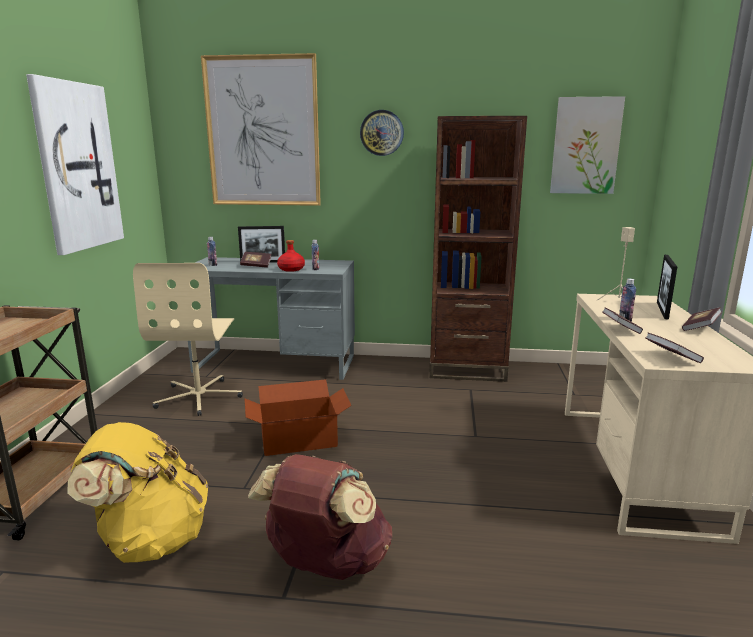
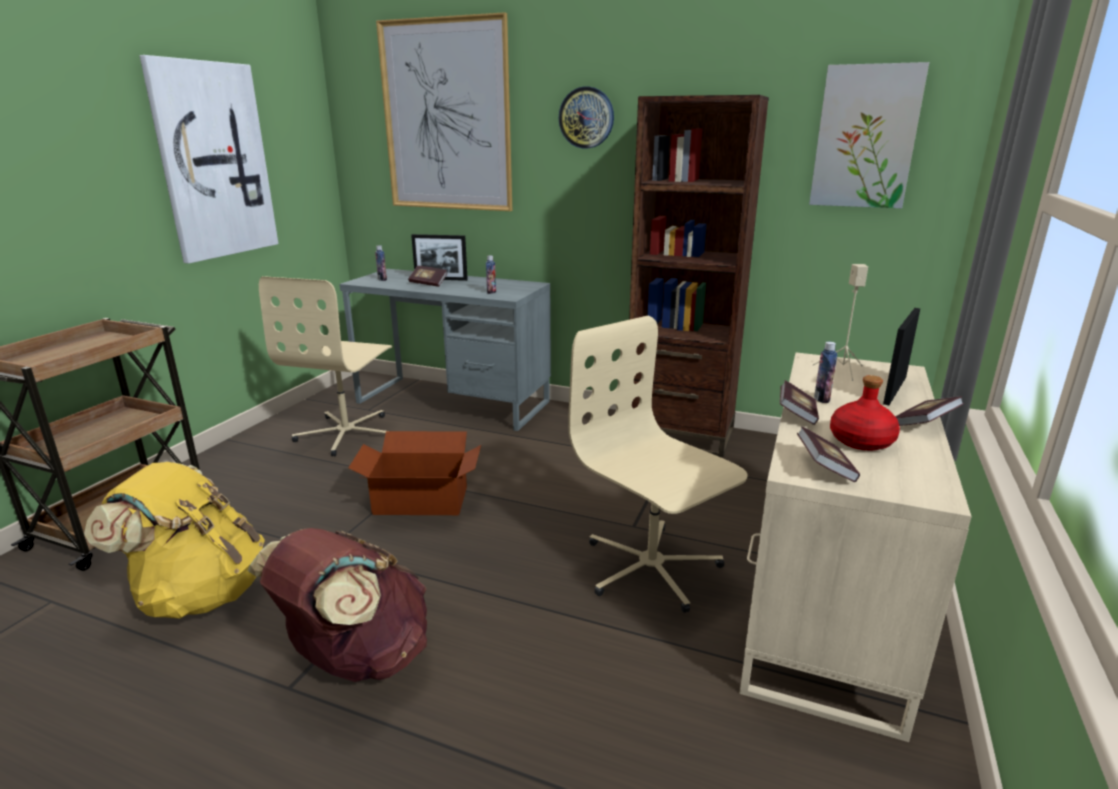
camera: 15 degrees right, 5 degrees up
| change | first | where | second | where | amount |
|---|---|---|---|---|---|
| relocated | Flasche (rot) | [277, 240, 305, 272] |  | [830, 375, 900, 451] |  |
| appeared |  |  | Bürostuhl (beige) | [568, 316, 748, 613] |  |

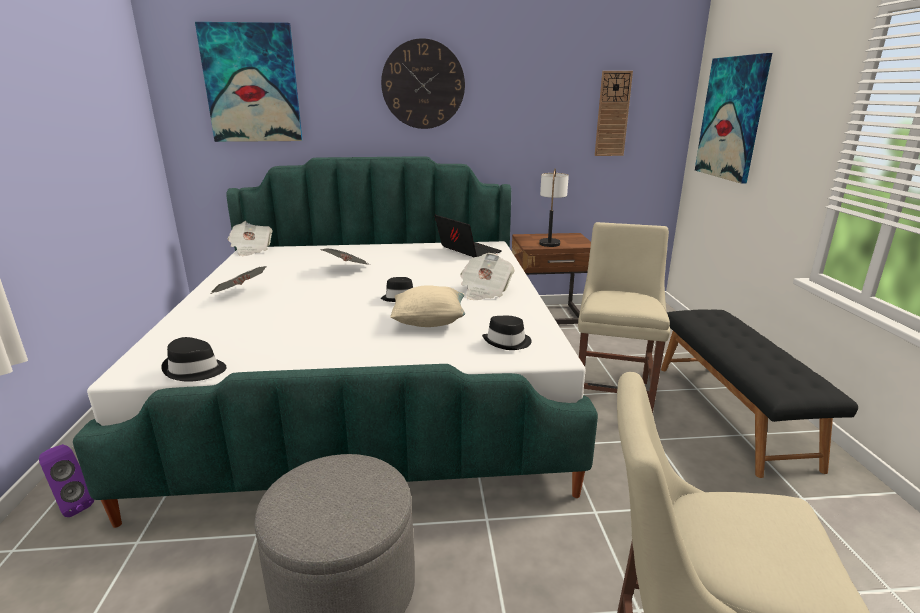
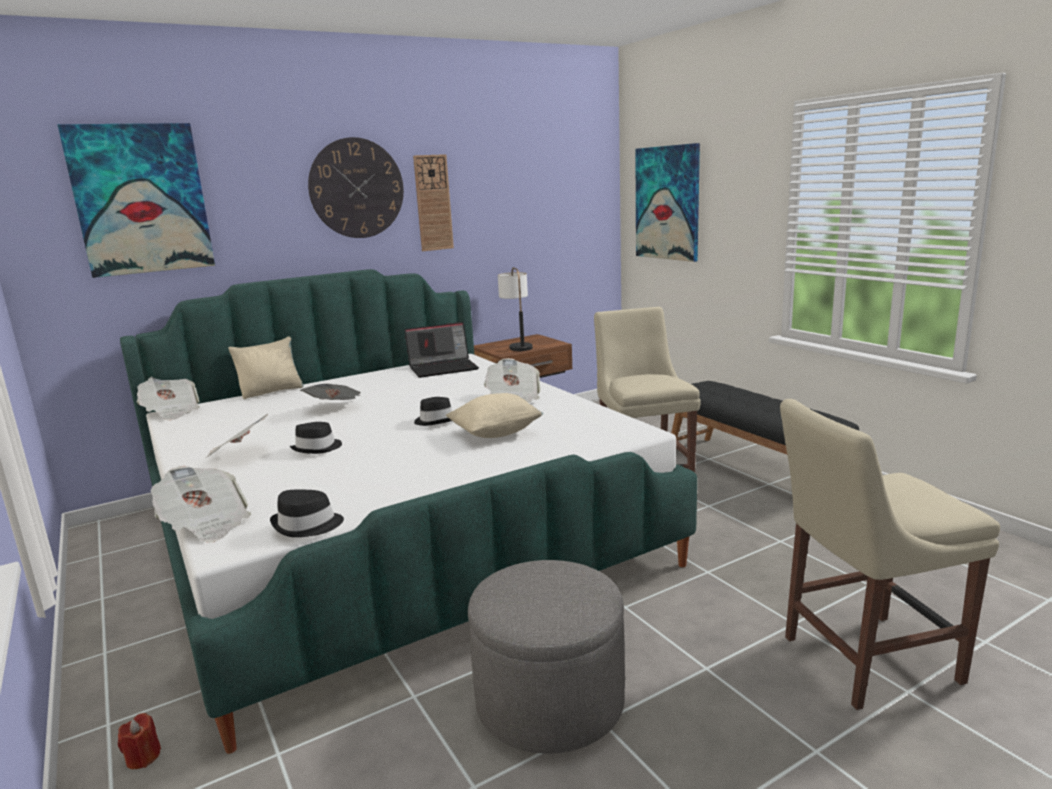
camera: 25 degrees left, 5 degrees down
| change | first | where | second | where | amount |
|---|---|---|---|---|---|
| exchanged | Lautsprecher (lila) | [39, 444, 94, 517] | Kerze (rot) | [118, 713, 161, 769] |  |
| spun | Laptop | [435, 215, 502, 257] |  | [404, 322, 479, 378] | 135 degrees clockwise |
| relocated | Hut (schwarz) | [482, 316, 532, 350] |  | [290, 422, 342, 454] |  |
| relocated | Wanduhr | [595, 71, 633, 156] |  | [413, 154, 454, 251] |  |
| appeared |  |  | Zeitung | [151, 466, 251, 542] |  |
| appeared |  |  | Kissen (beige) | [228, 336, 304, 399] |  |

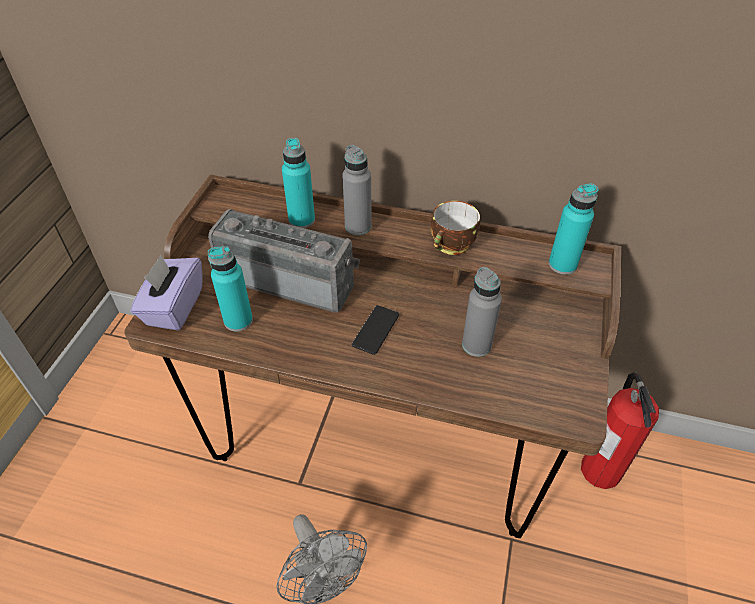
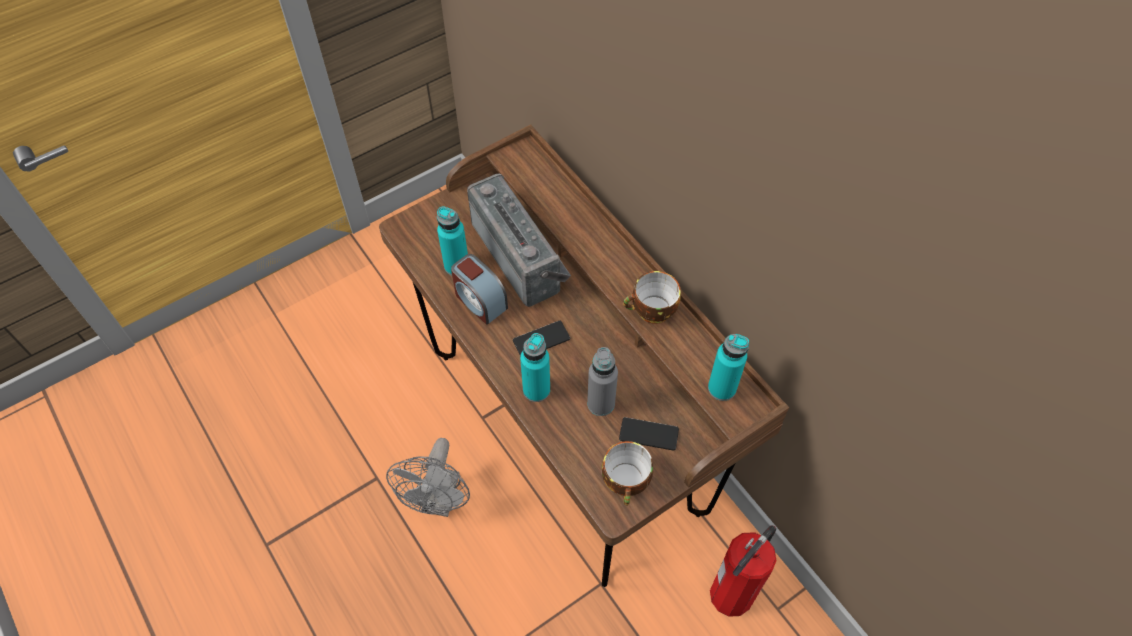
camera: 40 degrees right, 10 degrees up
| change | first | where | second | where | amount |
|---|---|---|---|---|---|
| missing | Taschentuchbox (lila) | [130, 255, 203, 331] |  |  |  |
| relocated | Flasche (türkis) | [282, 138, 315, 228] |  | [520, 333, 550, 402] |  |
| missing | Flasche (grau) | [342, 145, 372, 235] |  |  |  |
| appeared |  |  | Wecker | [451, 254, 508, 325] |  |
| appeared |  |  | Tasse | [602, 441, 653, 506] |  |
| appeared |  |  | Handy | [619, 417, 679, 451] |  |

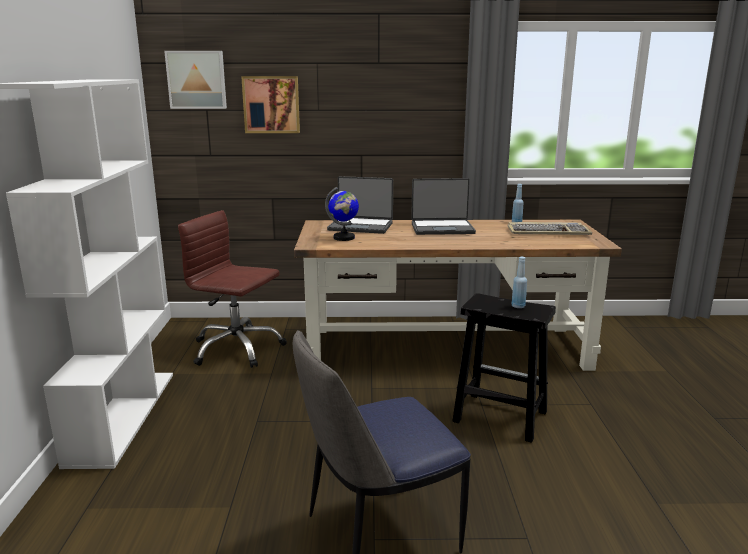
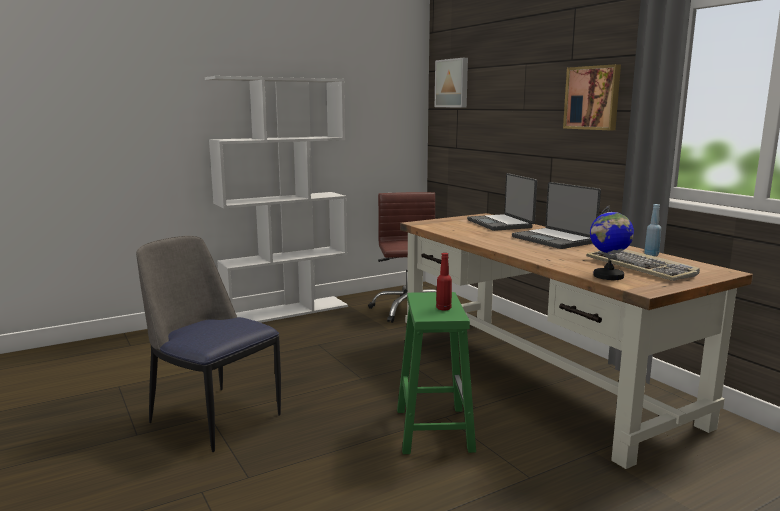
camera: 60 degrees right, 5 degrees down
| change | first | where | second | where | amount |
|---|---|---|---|---|---|
| relocated | Bild | [241, 76, 300, 133] |  | [563, 64, 621, 130] |  |
| relocated | Globus | [325, 187, 359, 241] |  | [590, 205, 634, 280] |  |
| colour | Hocker (schwarz) | [452, 293, 556, 443] | Hocker (grün) | [397, 292, 476, 454] |  |
| colour | Flasche (blau) | [512, 257, 527, 308] | Flasche (rot) | [436, 253, 452, 311] |  |

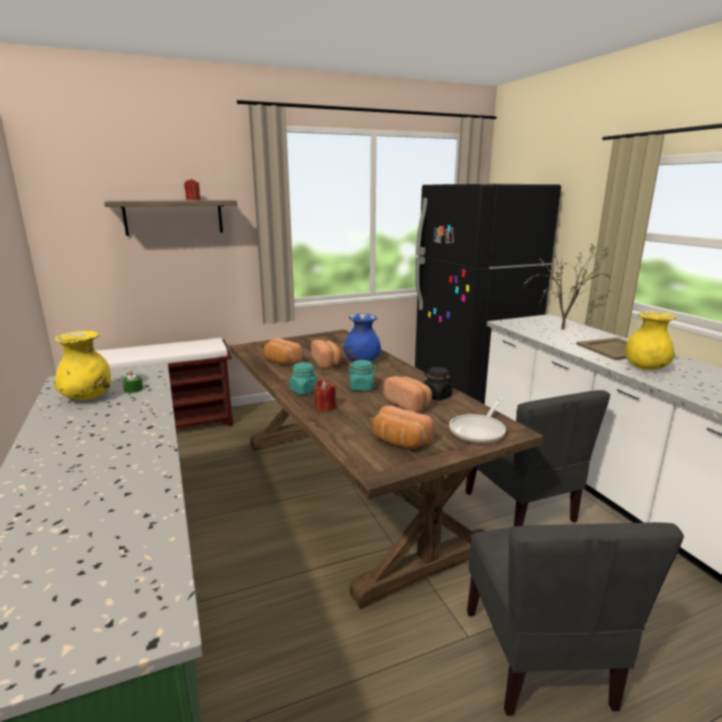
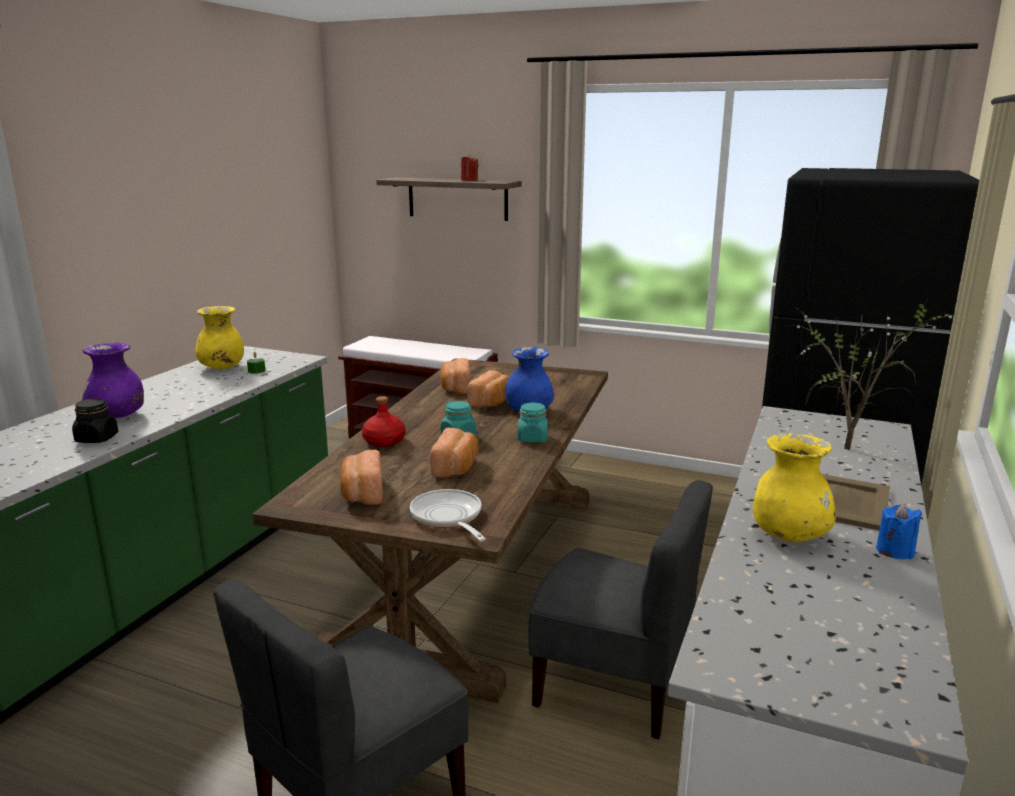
camera: 45 degrees right, 0 degrees up
| change | first | where | second | where | amount |
|---|---|---|---|---|---|
| relocated | Vorratsglas (türkis) | [289, 362, 318, 395] |  | [518, 403, 548, 443] |  |
| exchanged | Kerze (rot) | [314, 380, 336, 412] | Flasche (rot) | [362, 396, 405, 447] |  |
| relocated | Vorratsglas (schwarz) | [424, 367, 452, 400] |  | [72, 398, 118, 443] |  |
| spun | Pfanne | [449, 398, 506, 444] |  | [410, 489, 486, 541] | 75 degrees clockwise |
| spun | Stuhl (grau) | [465, 390, 610, 526] |  | [528, 480, 713, 739] | 90 degrees counterclockwise |
| appeared |  |  | Vase (lila) | [82, 342, 144, 418] |  |
| appeared |  |  | Kerze (blau) | [876, 504, 922, 559] |  |

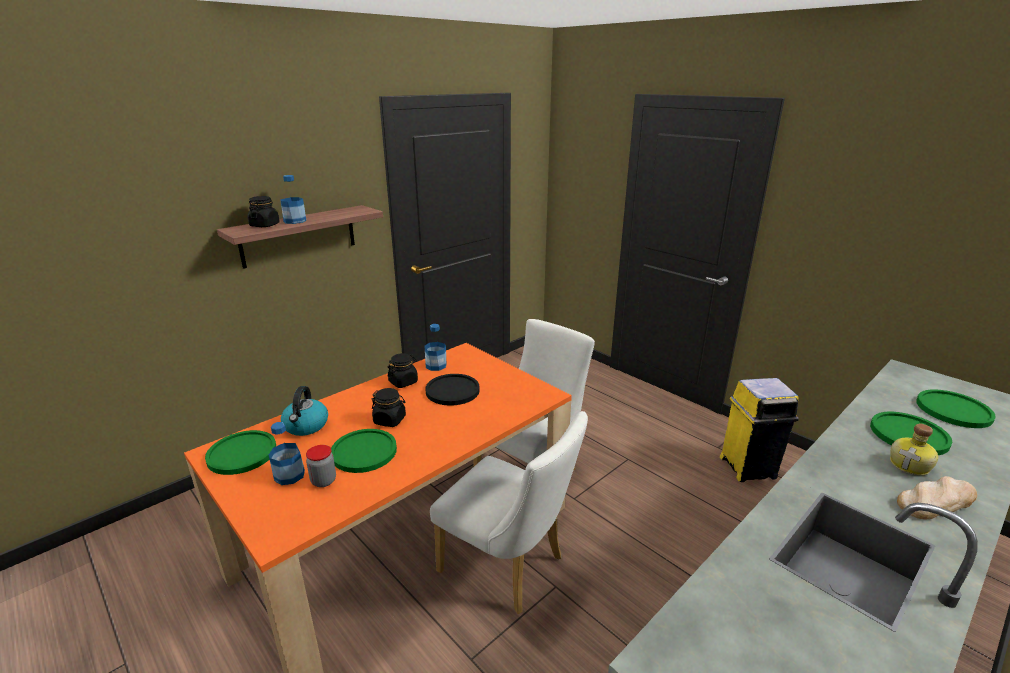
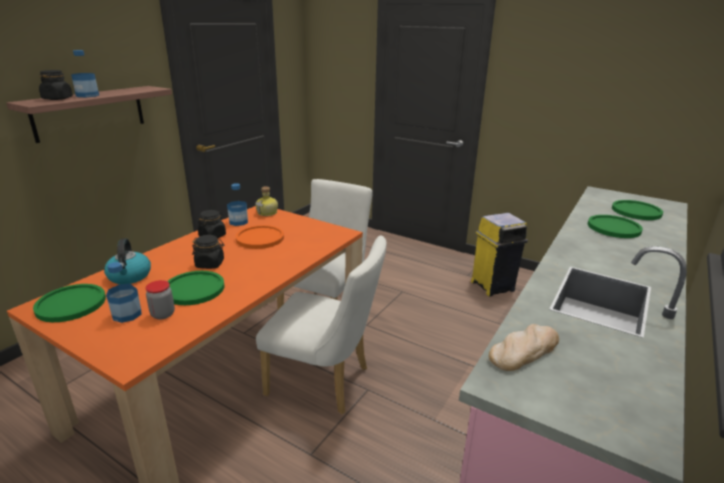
camera: 15 degrees left, 0 degrees up
| change | first | where | second | where | amount |
|---|---|---|---|---|---|
| colour | Teller (schwarz) | [425, 374, 480, 406] | Teller (orange) | [235, 225, 284, 249] |  |
| relocated | Flasche | [890, 424, 938, 475] |  | [255, 186, 278, 216] |  |
| relocated | Brot | [897, 476, 977, 519] |  | [489, 324, 559, 371] |  |

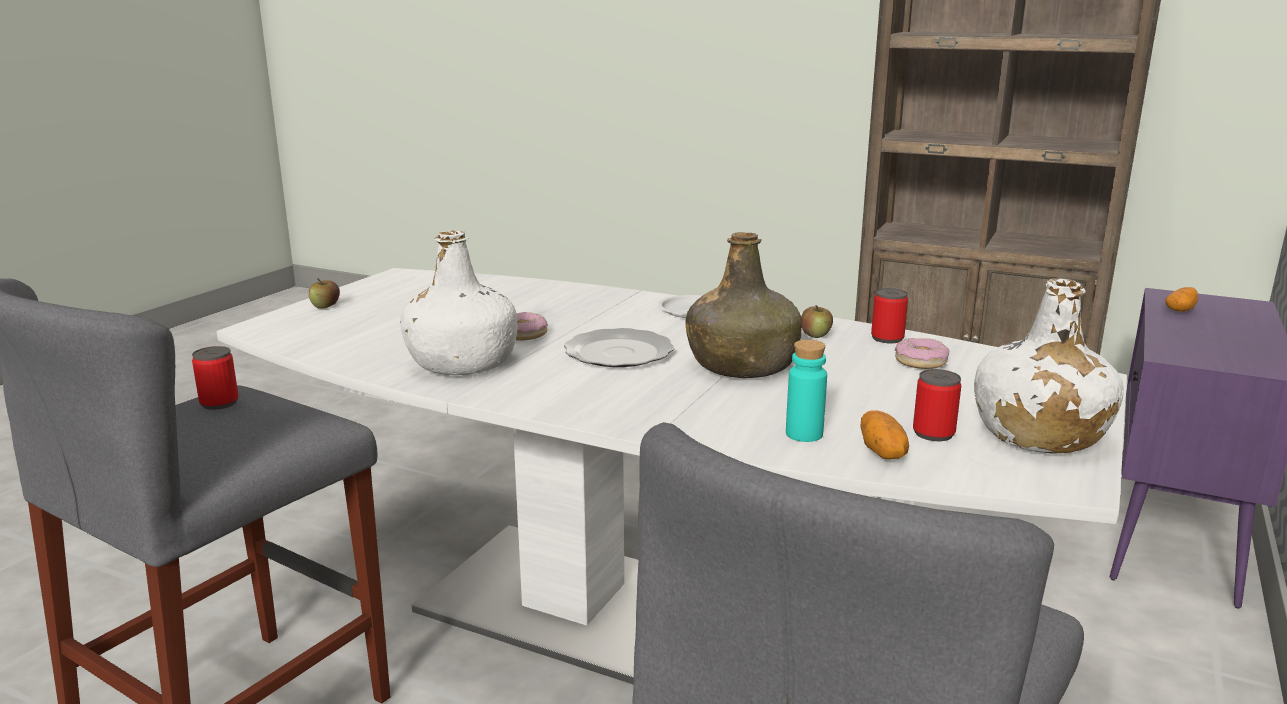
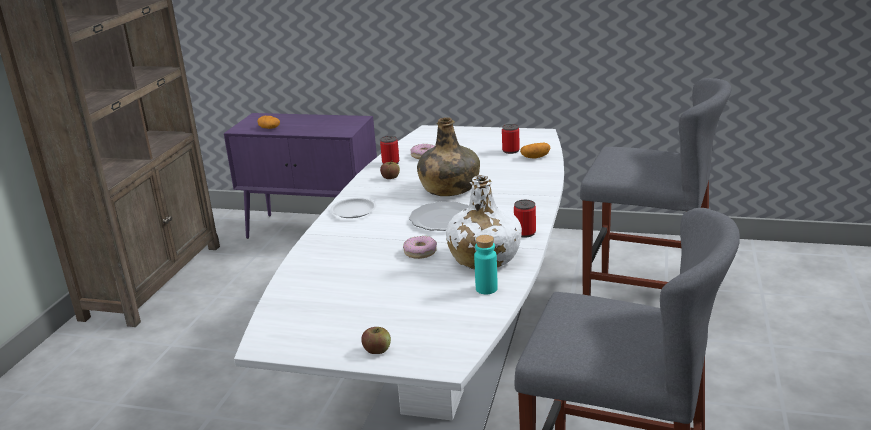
camera: 100 degrees left, 5 degrees up
| change | first | where | second | where | amount |
|---|---|---|---|---|---|
| relocated | Dose | [192, 346, 239, 410] |  | [514, 200, 536, 238] |  |
| relocated | Flasche (türkis) | [786, 340, 827, 442] |  | [474, 235, 498, 294] |  |
| missing | Flasche (weiß) | [974, 279, 1124, 454] |  |  |  |

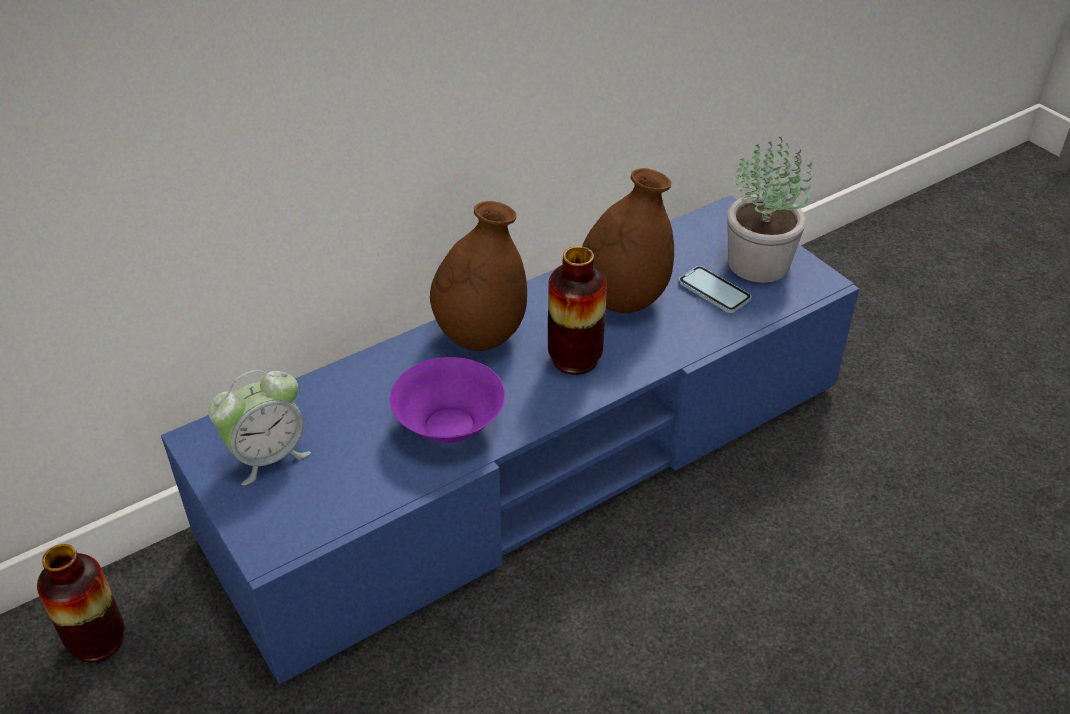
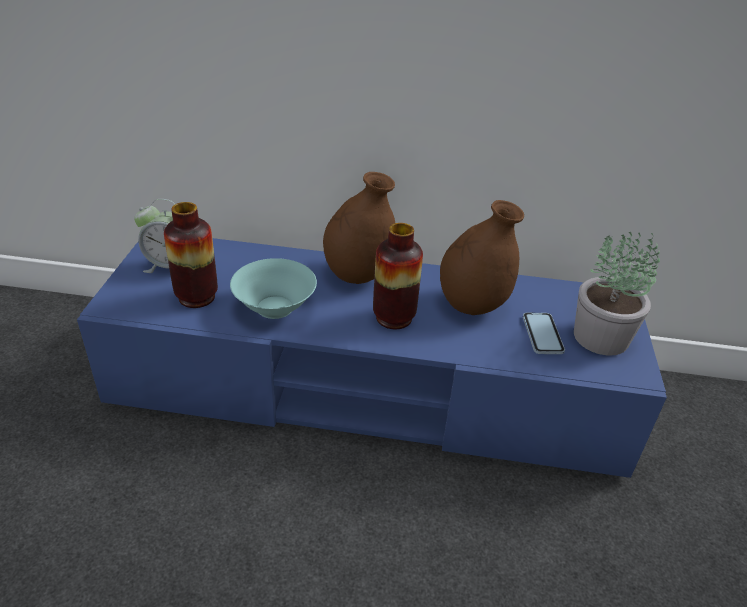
camera: 40 degrees right, 5 degrees down
| change | first | where | second | where | amount |
|---|---|---|---|---|---|
| relocated | Vase | [37, 544, 124, 663] |  | [164, 202, 218, 308] |  |
| colour | Schüssel (lila) | [390, 357, 505, 444] | Schüssel (türkis) | [230, 258, 317, 319] |  |

